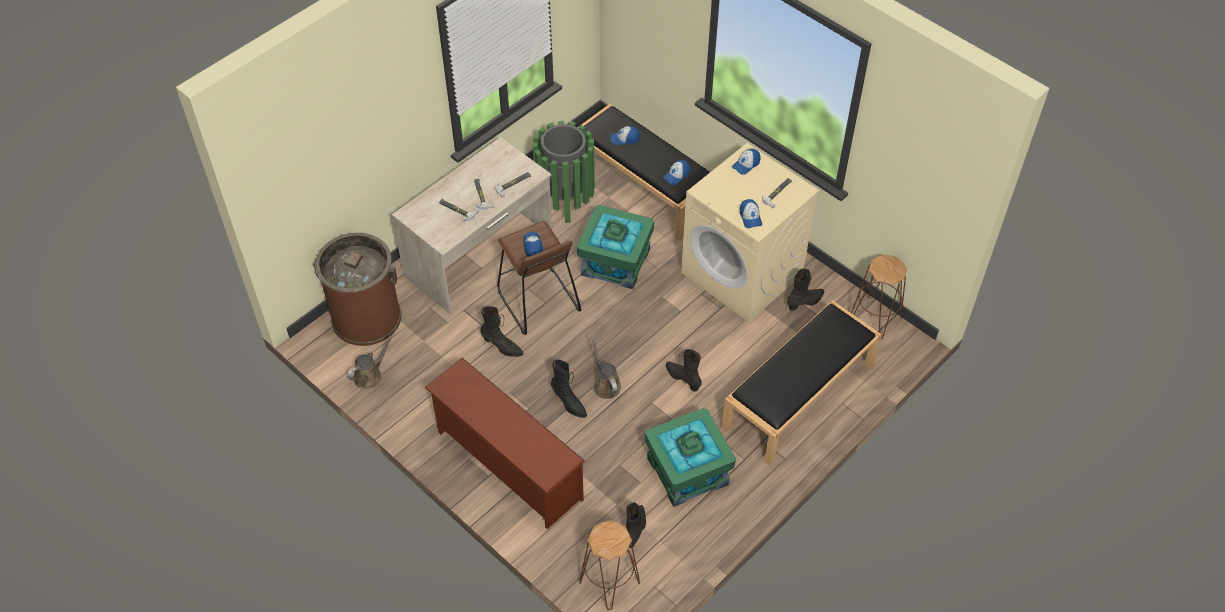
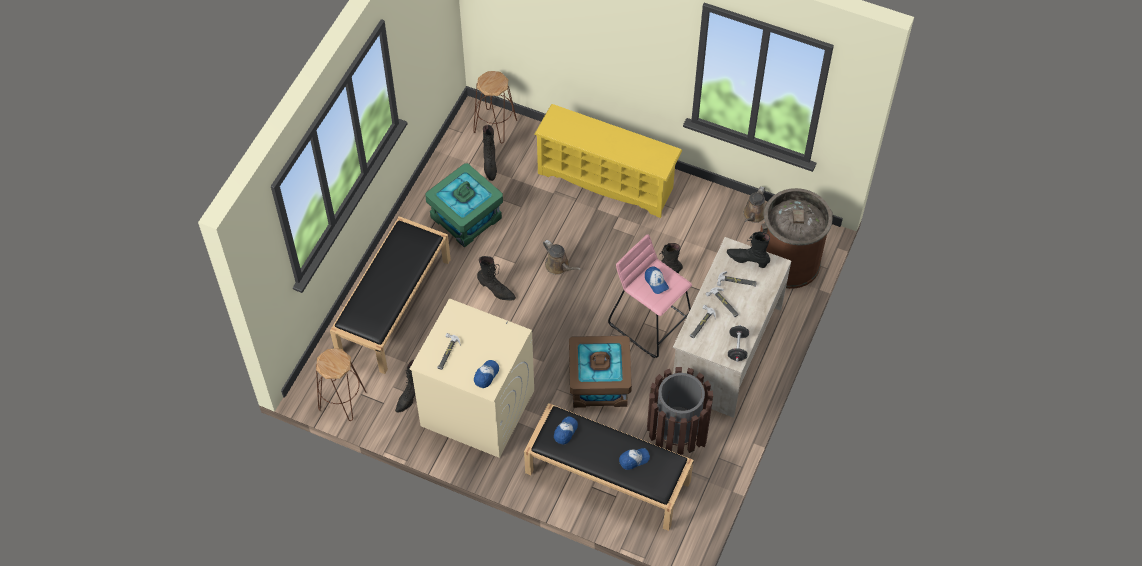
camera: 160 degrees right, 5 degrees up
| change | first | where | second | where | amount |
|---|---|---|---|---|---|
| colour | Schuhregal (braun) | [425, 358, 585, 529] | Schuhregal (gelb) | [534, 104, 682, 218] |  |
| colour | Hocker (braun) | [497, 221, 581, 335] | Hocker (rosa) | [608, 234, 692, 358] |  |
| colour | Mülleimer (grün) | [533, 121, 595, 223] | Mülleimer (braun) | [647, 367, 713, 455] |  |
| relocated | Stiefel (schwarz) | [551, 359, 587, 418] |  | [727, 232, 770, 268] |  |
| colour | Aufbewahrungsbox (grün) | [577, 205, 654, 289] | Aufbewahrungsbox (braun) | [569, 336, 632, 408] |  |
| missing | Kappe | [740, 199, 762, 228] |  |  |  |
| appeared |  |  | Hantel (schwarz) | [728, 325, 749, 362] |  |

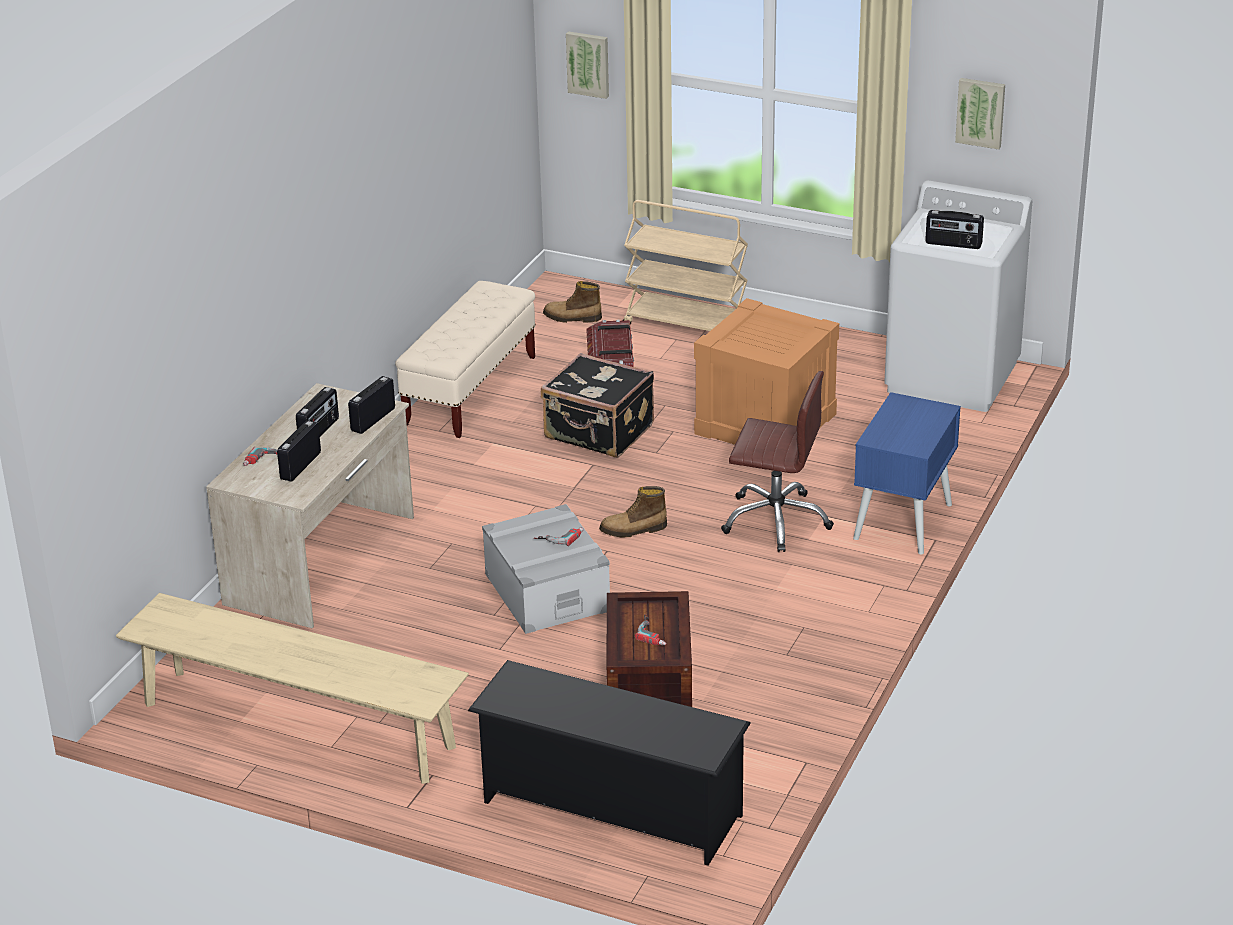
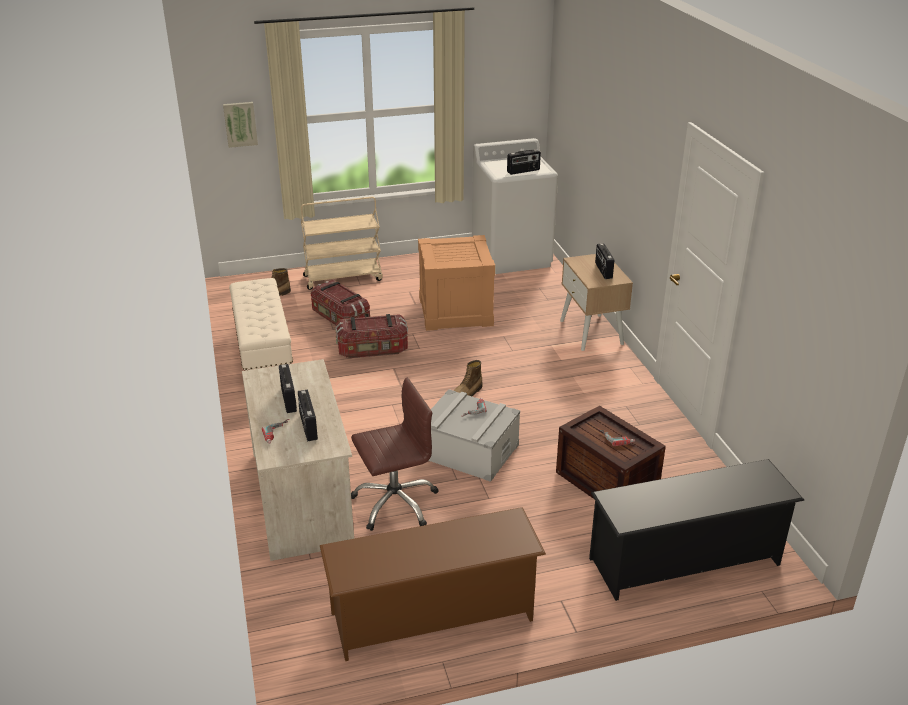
camera: 40 degrees left, 0 degrees up
| change | first | where | second | where | amount |
|---|---|---|---|---|---|
| exchanged | Bank (beige) | [116, 593, 469, 784] | Schuhregal (braun) | [320, 507, 546, 661] |  |
| relocated | Radio | [348, 376, 395, 434] |  | [595, 244, 614, 279] |  |
| exchanged | Koffer (schwarz) | [541, 353, 654, 457] | Aufbewahrungsbox | [336, 314, 408, 358] |  |
| relocated | Bürostuhl (braun) | [721, 371, 834, 552] |  | [351, 378, 438, 531] |  |
| colour | Nachttisch (blau) | [853, 392, 961, 555] | Nachttisch (beige) | [560, 254, 633, 351] |  |
| missing | Bild | [955, 78, 1005, 149] |  |  |  |

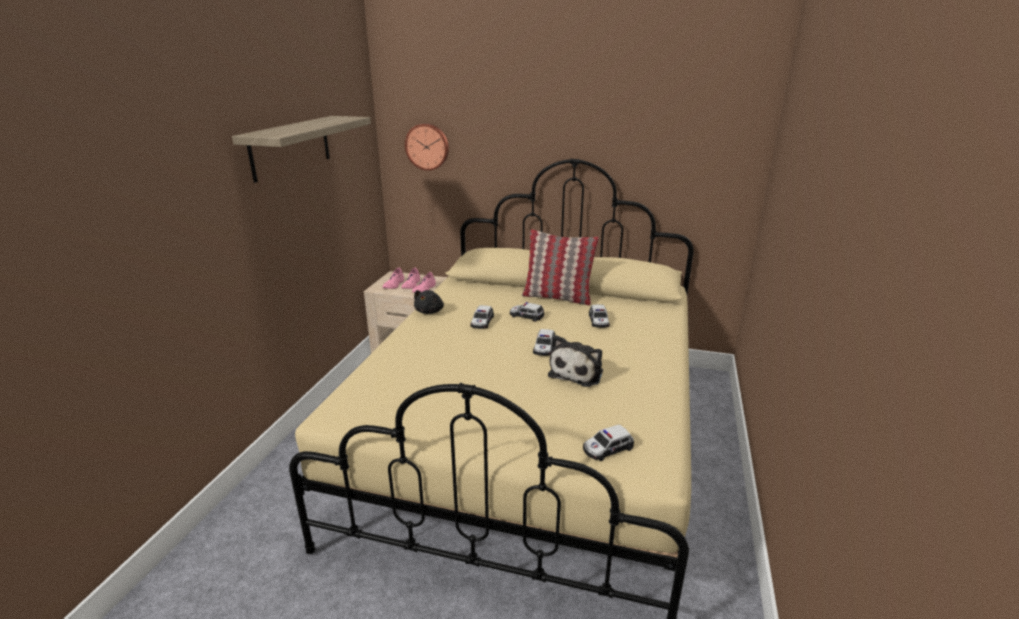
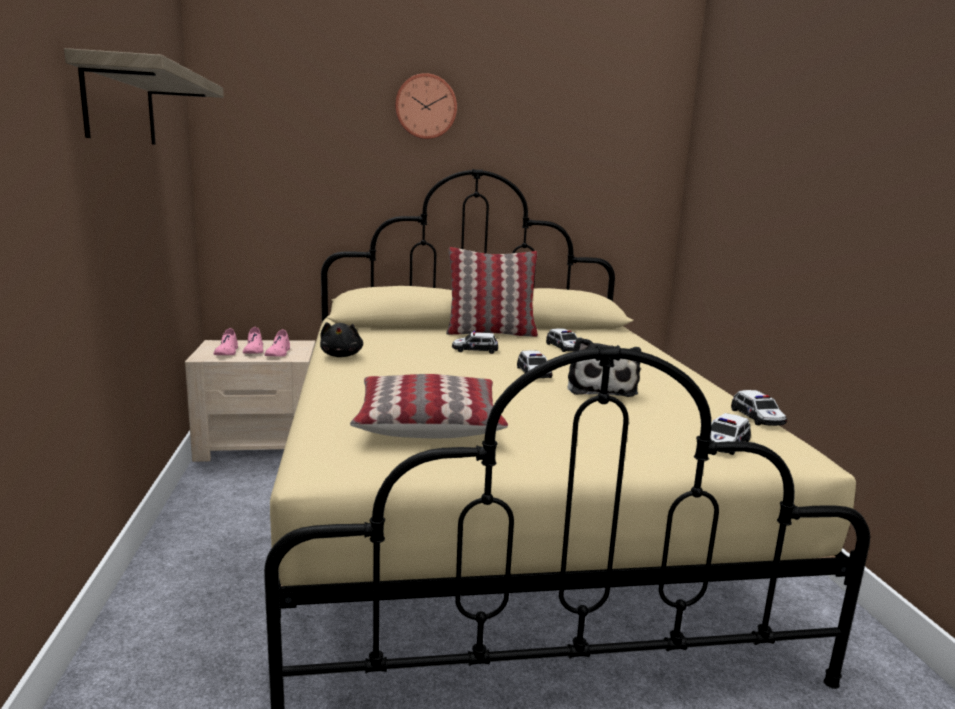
camera: 25 degrees left, 10 degrees down
| change | first | where | second | where | amount |
|---|---|---|---|---|---|
| relocated | Wanduhr | [405, 123, 449, 171] |  | [395, 73, 457, 139] |  |
| relocated | Spielzeugauto | [470, 305, 494, 329] |  | [731, 390, 787, 426] |  |
| appeared |  |  | Kissen | [350, 374, 508, 438] |  |

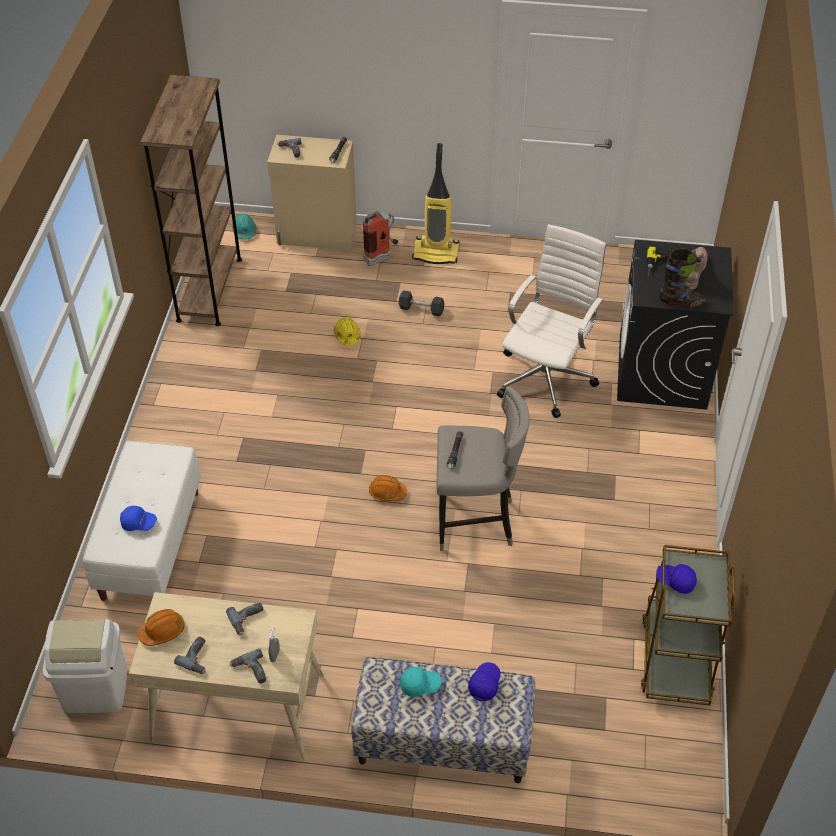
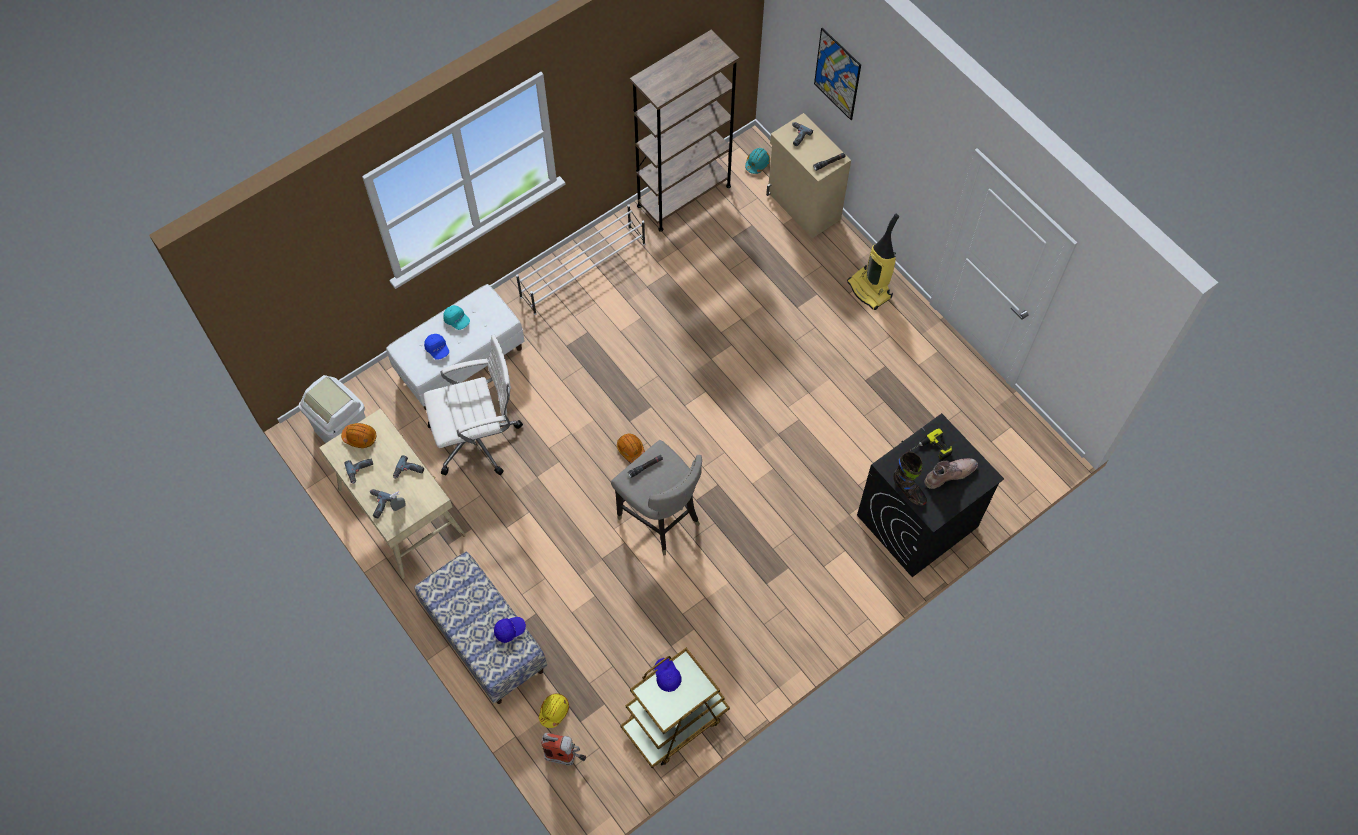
camera: 45 degrees right, 15 degrees up
| change | first | where | second | where | amount |
|---|---|---|---|---|---|
| relocated | Schutzhelm (gelb) | [334, 317, 360, 346] |  | [539, 693, 569, 728] |  |
| relocated | Feuerlöscher | [363, 210, 398, 266] |  | [541, 733, 586, 765] |  |
| missing | Hantel (grau) | [398, 290, 445, 316] |  |  |  |
| relocated | Kappe (türkis) | [400, 667, 442, 697] |  | [443, 305, 470, 330] |  |
| relocated | Bürostuhl (weiß) | [497, 224, 606, 418] |  | [424, 335, 523, 475] |  |
| appeared |  |  | Schuhregal (weiß) | [516, 204, 645, 315] |  |
| appeared |  |  | Bild | [814, 28, 861, 120] |  |

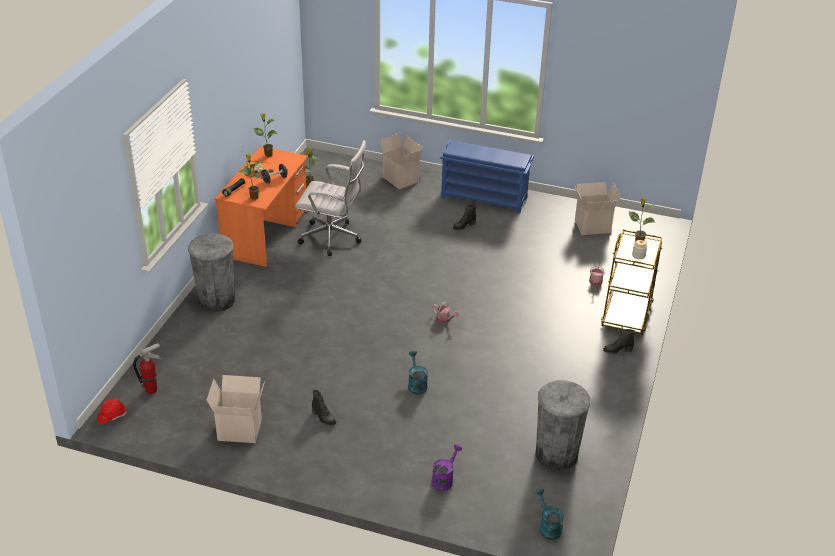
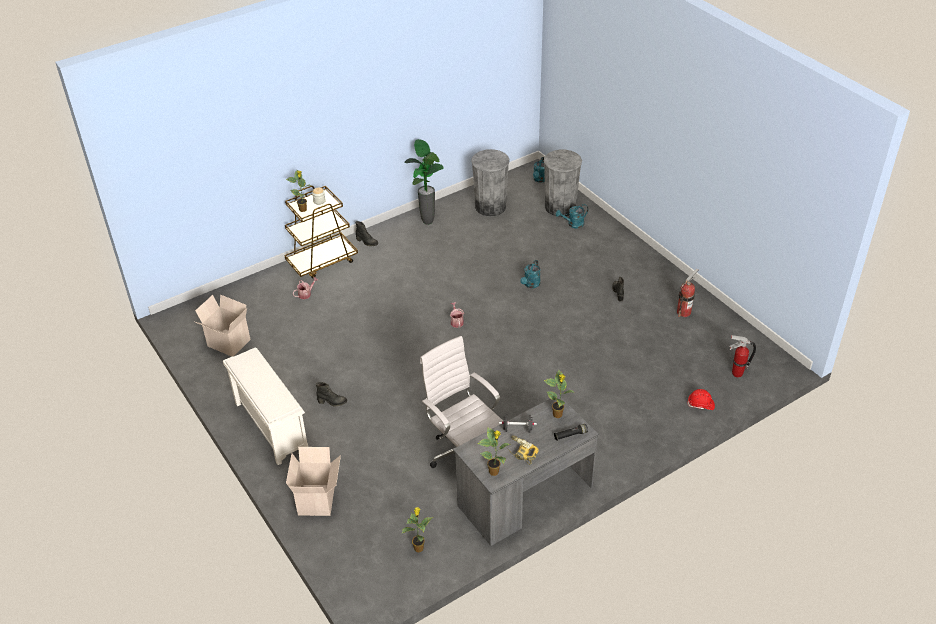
camera: 140 degrees left, 5 degrees up
| change | first | where | second | where | amount |
|---|---|---|---|---|---|
| relocated | Schutzhelm (rot) | [97, 398, 127, 424] |  | [687, 389, 715, 410] |  |
| relocated | Mülleimer (grau) | [188, 233, 235, 312] |  | [544, 150, 582, 217] |  |
| exchanged | Karton | [207, 375, 264, 443] | Feuerlöscher | [677, 269, 699, 317] |  |
| colour | Schreibtisch (orange) | [215, 146, 308, 267] | Schreibtisch (grau) | [453, 394, 599, 546] |  |
| colour | Gießkanne (lila) | [432, 444, 462, 491] | Gießkanne (türkis) | [556, 204, 588, 228] |  |
| colour | Schuhregal (blau) | [440, 140, 534, 213] | Schuhregal (weiß) | [223, 347, 308, 465] |  |
| appeared |  |  | Topfpflanze | [404, 139, 444, 225] |  |

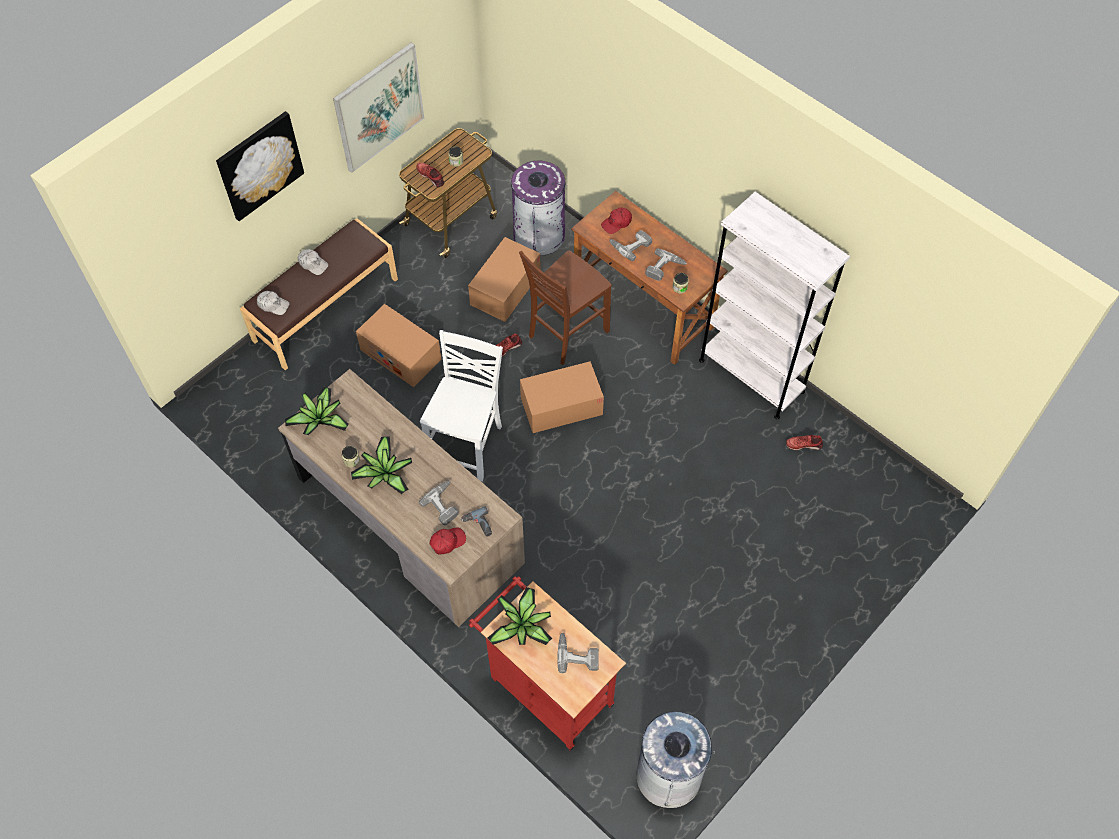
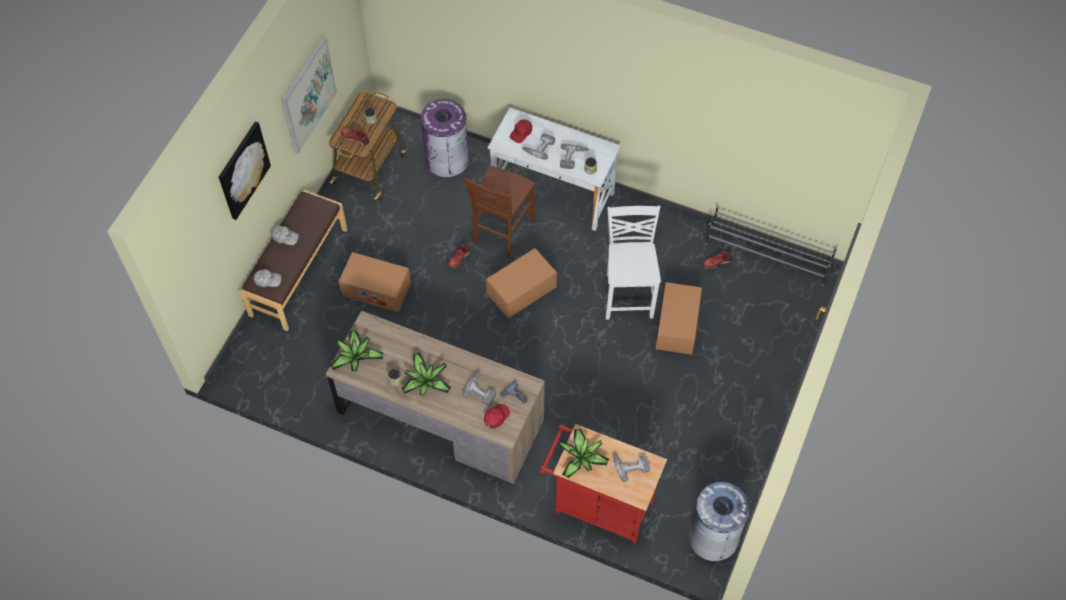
camera: 20 degrees left, 0 degrees up
| change | first | where | second | where | amount |
|---|---|---|---|---|---|
| relocated | Stuhl (weiß) | [420, 330, 503, 482] |  | [606, 205, 661, 320] |  |
| relocated | Karton | [468, 237, 541, 322] |  | [656, 282, 702, 355] |  |
| colour | Schreibtisch (braun) | [571, 191, 728, 365] | Schreibtisch (weiß) | [488, 108, 621, 231] |  |
| missing | Bücherregal (weiß) | [699, 192, 850, 419] |  |  |  |
| appeared |  |  | Schuhregal (grau) | [705, 206, 837, 286] |  |

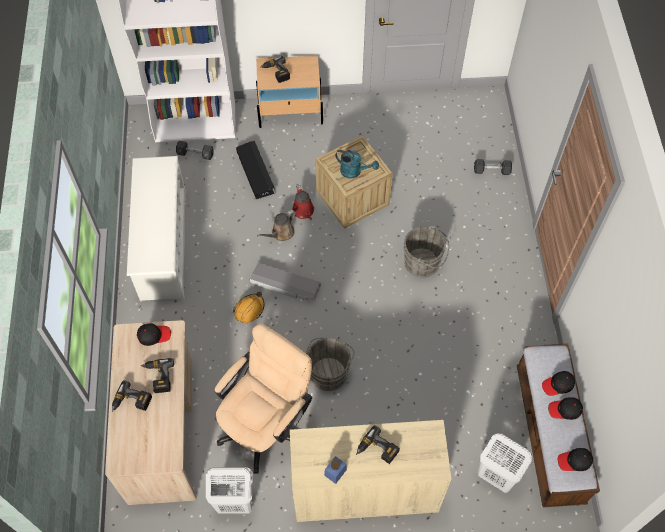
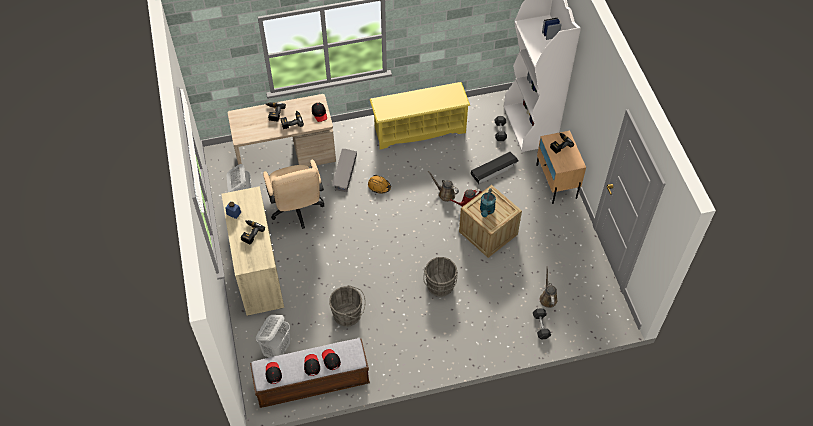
camera: 80 degrees right, 5 degrees down
| change | first | where | second | where | amount |
|---|---|---|---|---|---|
| colour | Schuhregal (weiß) | [127, 156, 186, 301] | Schuhregal (gelb) | [370, 82, 470, 150] |  |
| spun | Bürostuhl (beige) | [215, 323, 312, 474] |  | [263, 160, 324, 229] | 45 degrees clockwise |
| relocated | Aufbewahrungsbox (grau) | [250, 262, 321, 301] |  | [332, 149, 357, 192] |  |
| relocated | Eimer (grau) | [306, 338, 355, 391] |  | [329, 285, 366, 327] |  |
| appeared |  |  | Gießkanne (braun) | [540, 266, 557, 308] |  |

